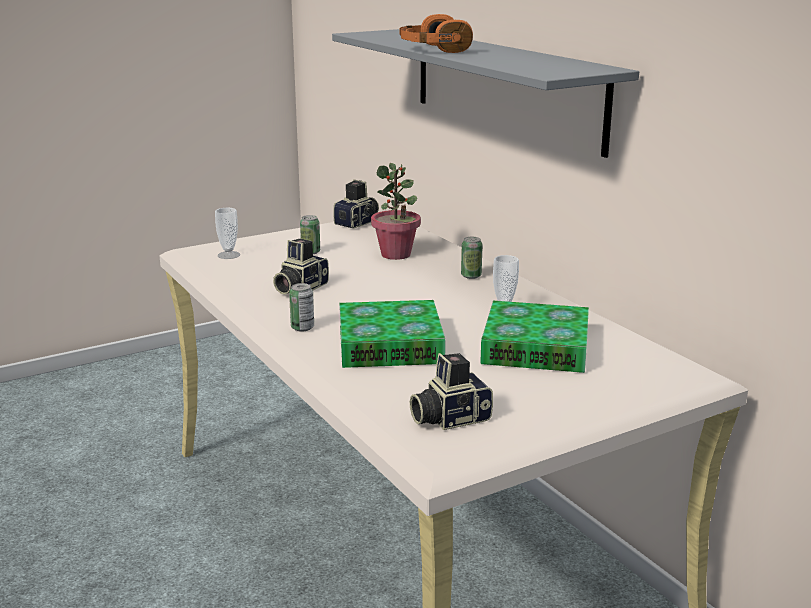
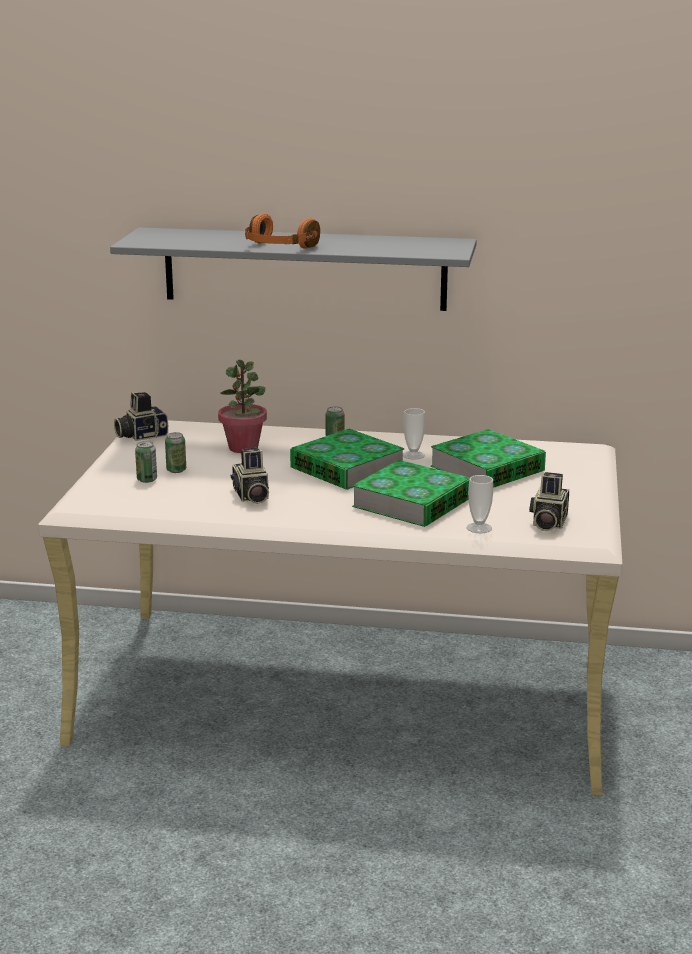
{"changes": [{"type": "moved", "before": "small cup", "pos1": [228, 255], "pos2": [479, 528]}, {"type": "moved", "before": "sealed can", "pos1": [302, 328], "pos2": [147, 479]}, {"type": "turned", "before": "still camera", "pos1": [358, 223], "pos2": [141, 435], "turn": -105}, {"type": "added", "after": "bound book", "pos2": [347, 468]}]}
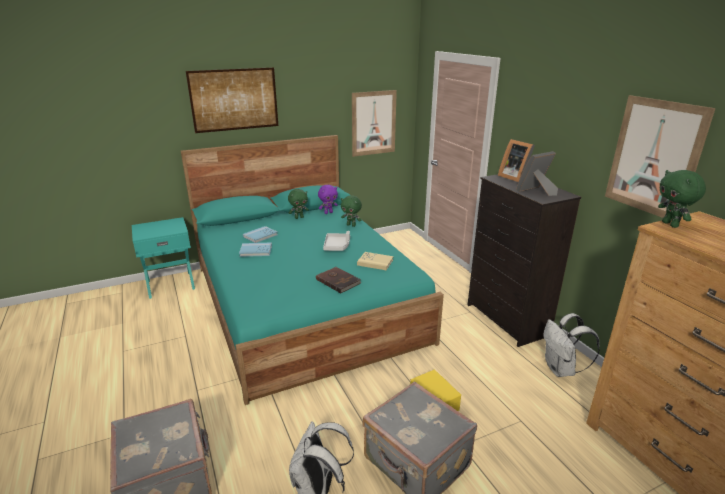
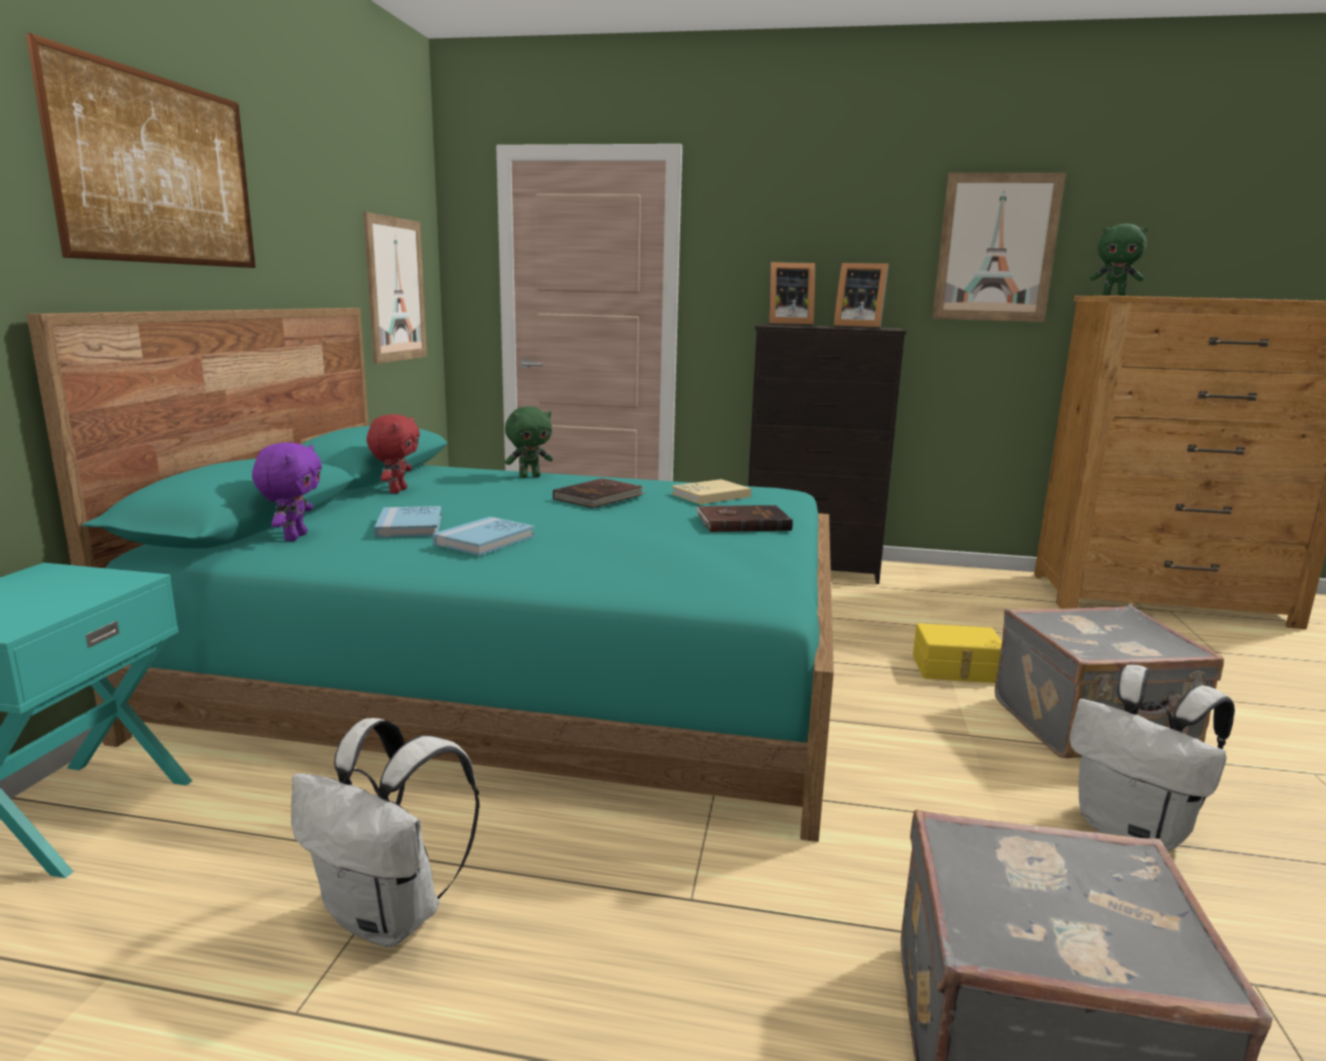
{"changes": [{"type": "recoloured", "before": "green-coloured cuddly toy", "after": "red cuddly toy", "pos1": [299, 217], "pos2": [397, 491]}, {"type": "moved", "before": "purple cuddly toy", "pos1": [328, 212], "pos2": [294, 537]}, {"type": "replaced", "before": "greyish tray", "after": "brown-coloured bound book", "pos1": [337, 246], "pos2": [600, 497]}, {"type": "turned", "before": "photo frame", "pos1": [536, 191], "pos2": [857, 327], "turn": -75}, {"type": "moved", "before": "whitish backpack", "pos1": [561, 369], "pos2": [390, 916]}]}
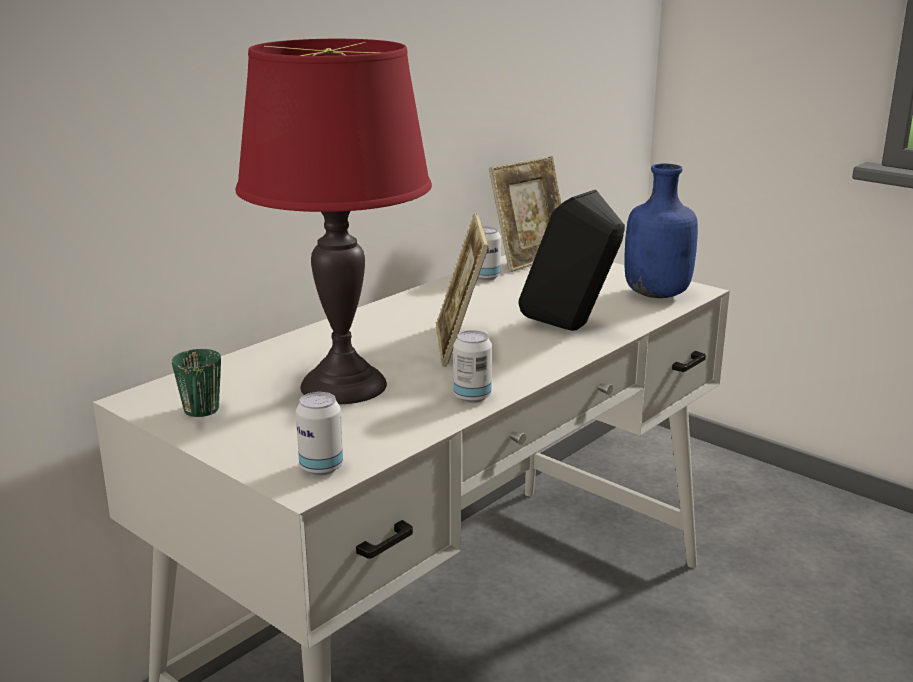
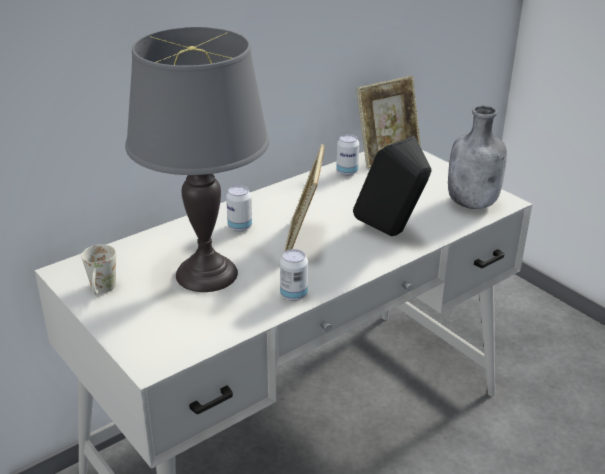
{"changes": [{"type": "recoloured", "before": "green-coloured coffee mug", "after": "whitish coffee mug", "pos1": [201, 415], "pos2": [102, 291]}, {"type": "recoloured", "before": "red lamp for a table", "after": "greyish lamp for a table", "pos1": [344, 386], "pos2": [207, 274]}, {"type": "moved", "before": "sealed can", "pos1": [321, 467], "pos2": [240, 227]}, {"type": "recoloured", "before": "blue drink bottle", "after": "greyish drink bottle", "pos1": [658, 294], "pos2": [473, 203]}]}
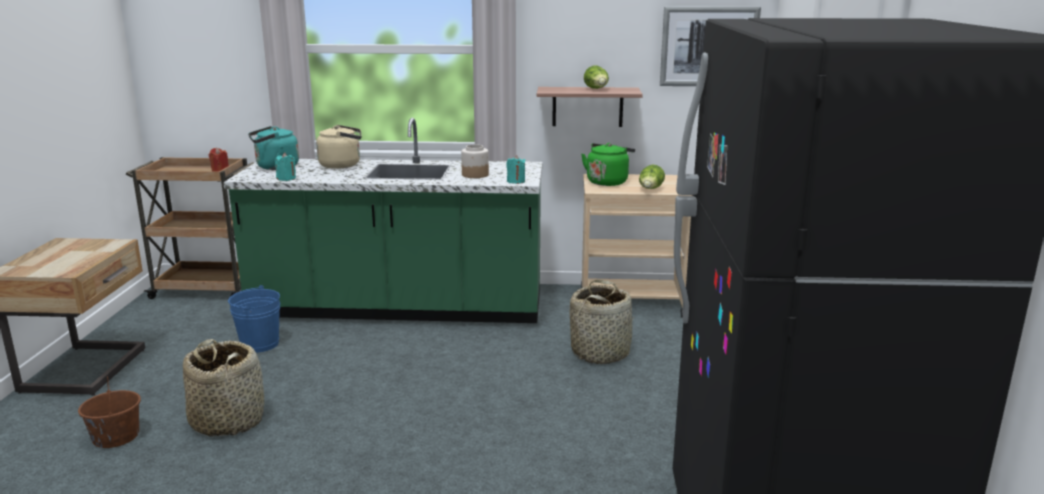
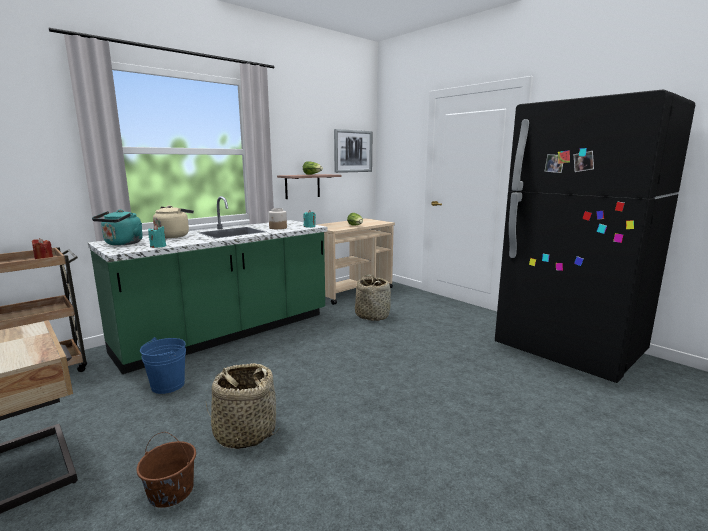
{"changes": [{"type": "removed", "before": "green-coloured water kettle", "pos1": [608, 182]}]}
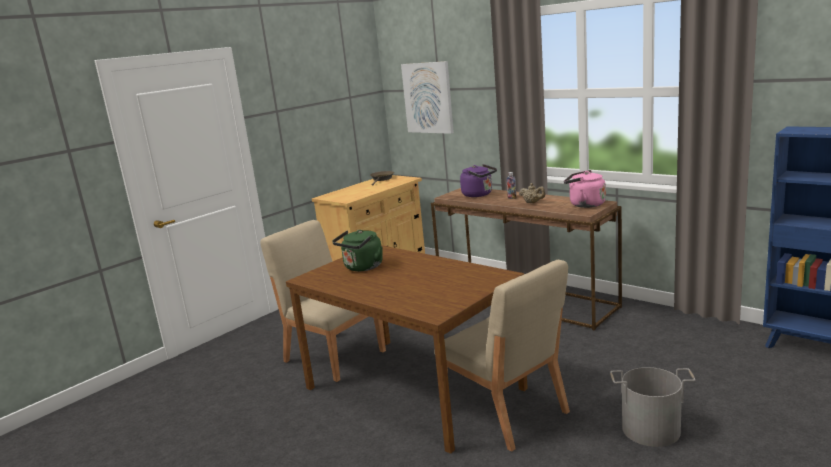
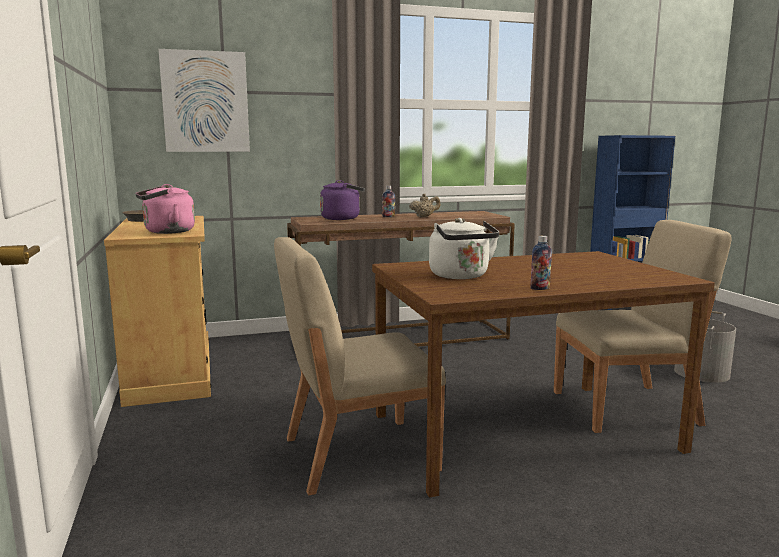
{"changes": [{"type": "recoloured", "before": "green-coloured water kettle", "after": "whitish water kettle", "pos1": [362, 268], "pos2": [461, 276]}, {"type": "moved", "before": "pink water kettle", "pos1": [584, 204], "pos2": [166, 232]}, {"type": "added", "after": "drink bottle", "pos2": [540, 288]}]}
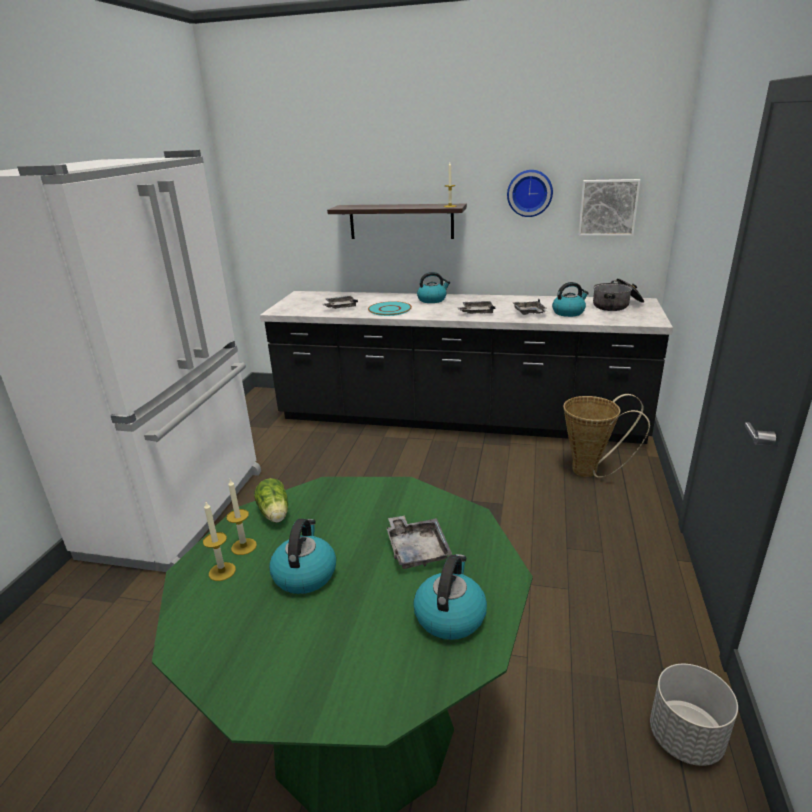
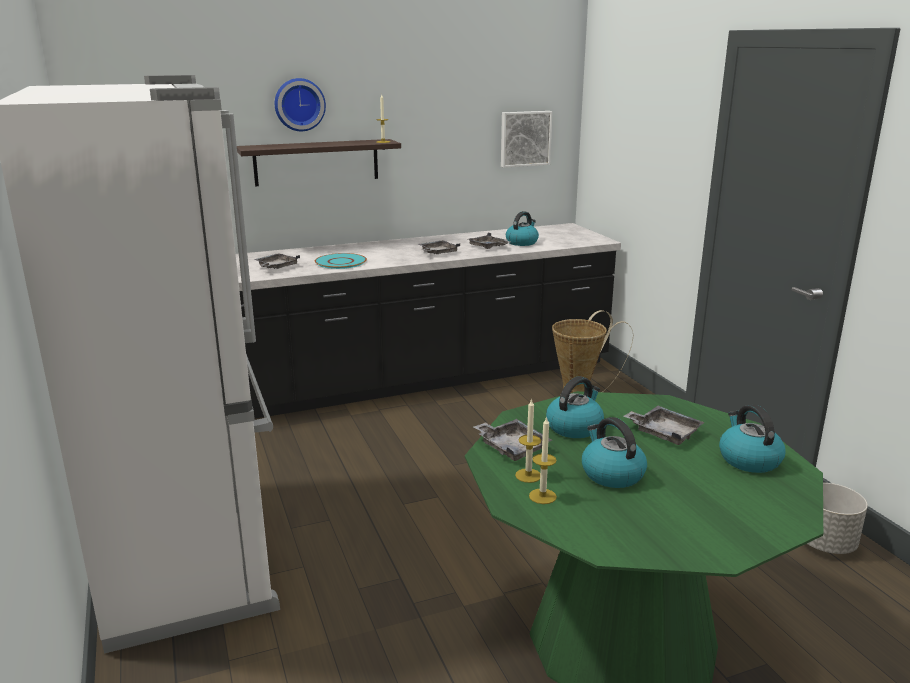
{"changes": [{"type": "replaced", "before": "head of lettuce", "after": "greyish tray", "pos1": [275, 514], "pos2": [511, 447]}, {"type": "moved", "before": "water kettle", "pos1": [432, 300], "pos2": [574, 427]}, {"type": "moved", "before": "clock on the wall", "pos1": [529, 193], "pos2": [299, 104]}, {"type": "removed", "before": "saucepot", "pos1": [617, 305]}]}
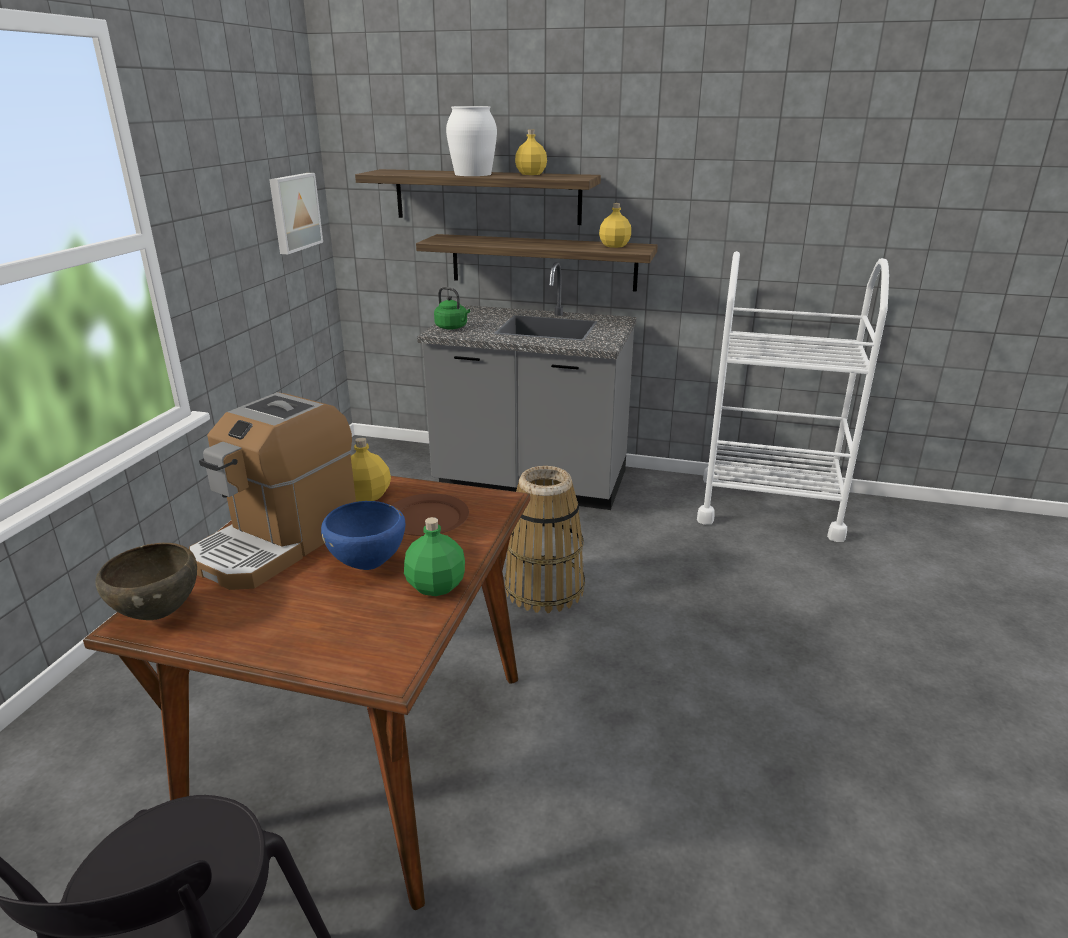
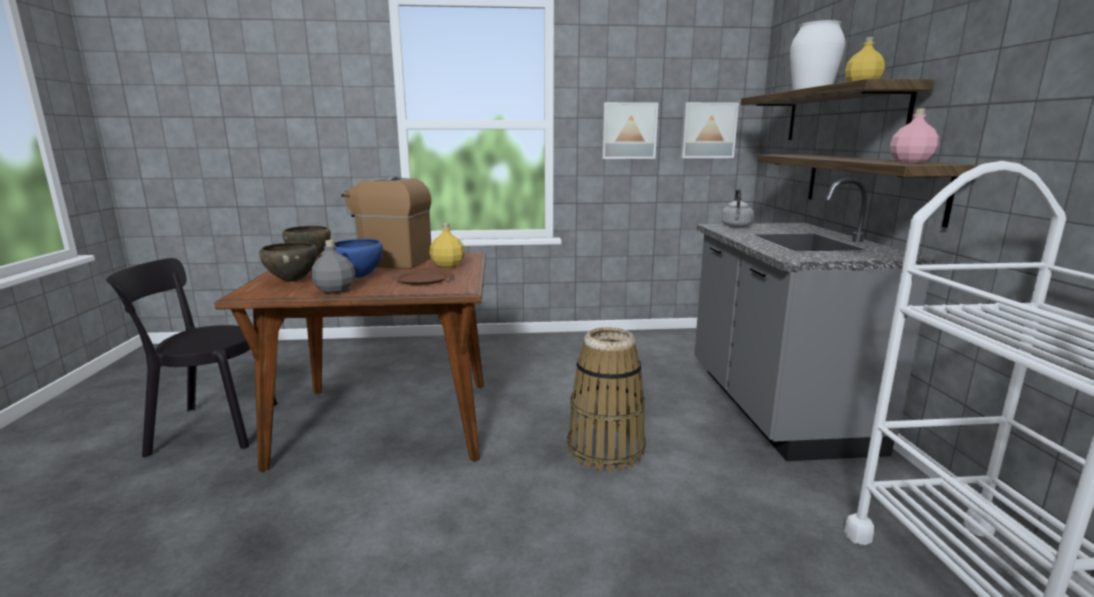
{"changes": [{"type": "recoloured", "before": "green-coloured drink bottle", "after": "greyish drink bottle", "pos1": [435, 586], "pos2": [335, 290]}, {"type": "recoloured", "before": "green-coloured water kettle", "after": "greyish water kettle", "pos1": [452, 327], "pos2": [736, 226]}, {"type": "recoloured", "before": "yellowish drink bottle", "after": "pink drink bottle", "pos1": [614, 246], "pos2": [911, 162]}, {"type": "added", "after": "brown-coloured serving bowl", "pos2": [293, 281]}, {"type": "added", "after": "picture", "pos2": [628, 131]}]}
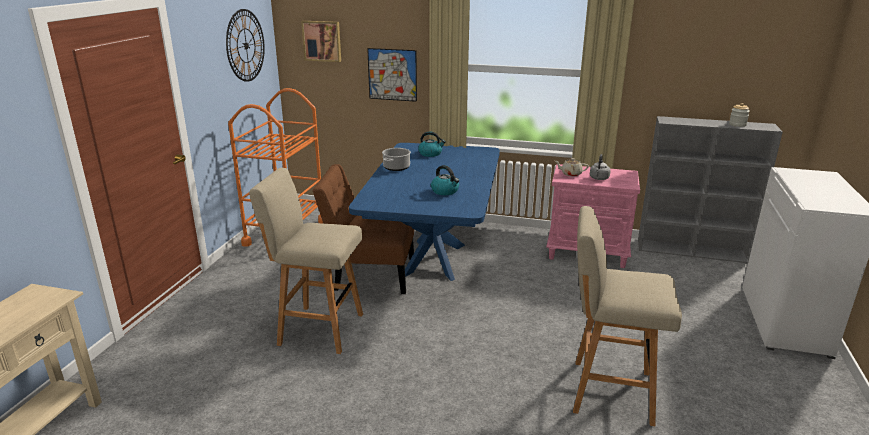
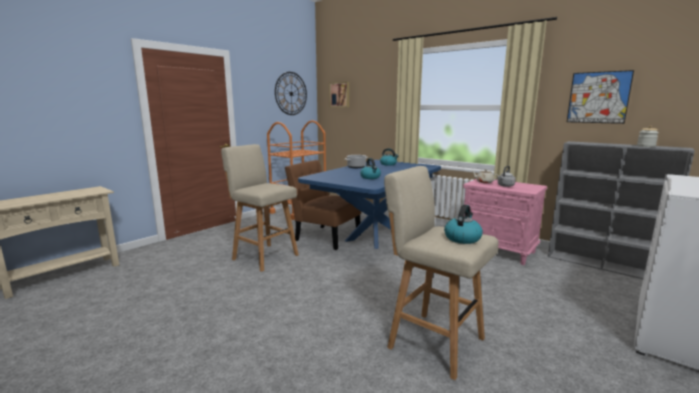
{"changes": [{"type": "moved", "before": "picture", "pos1": [392, 74], "pos2": [598, 97]}, {"type": "added", "after": "water kettle", "pos2": [462, 238]}]}
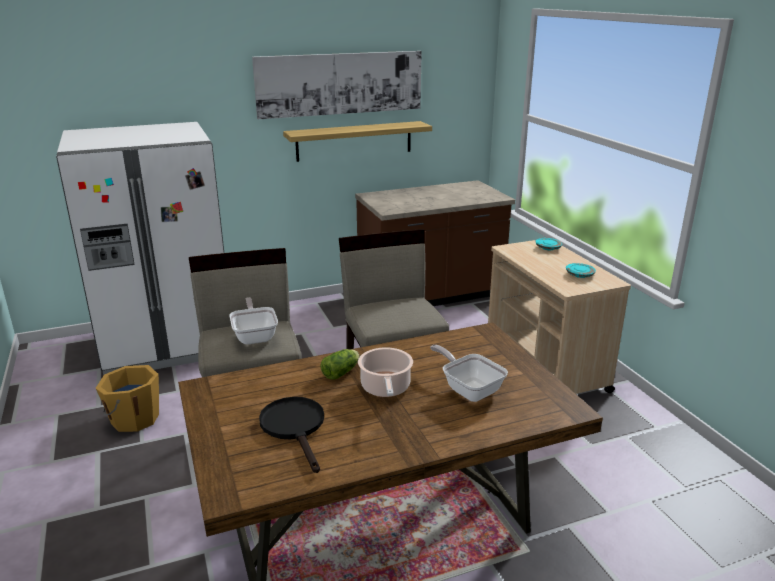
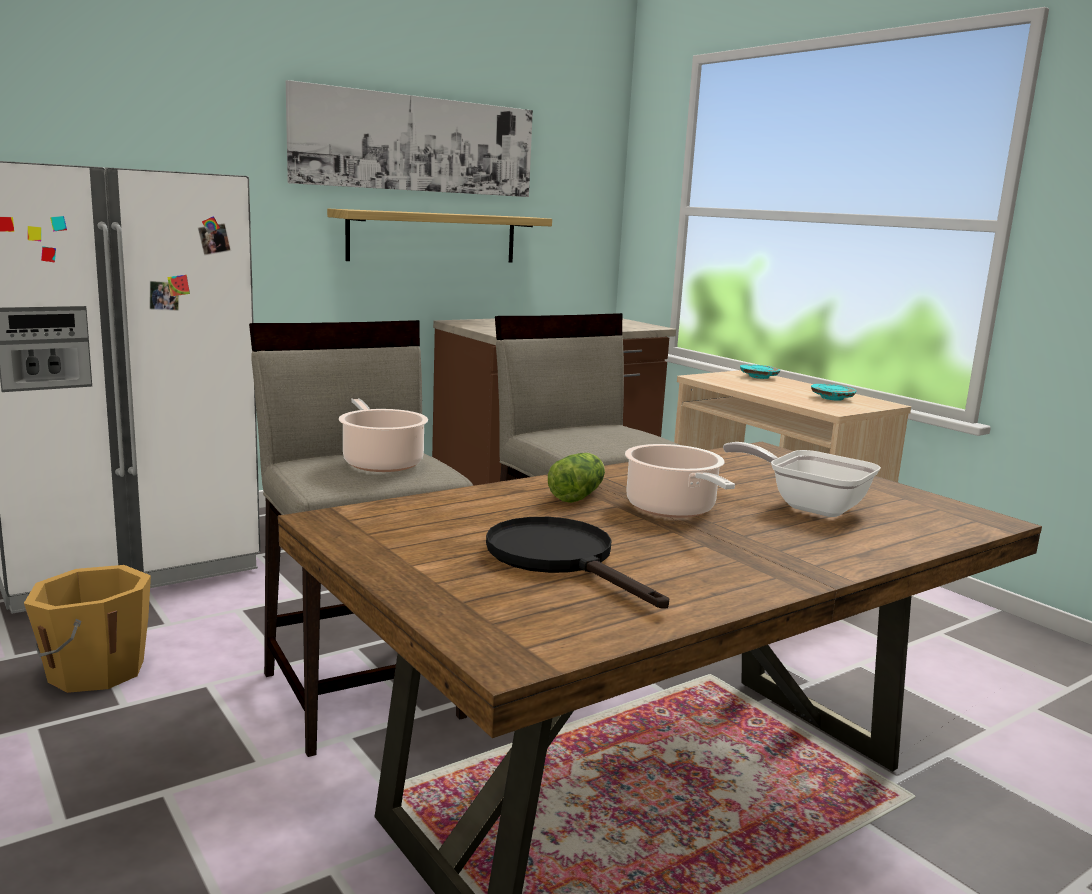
{"changes": [{"type": "replaced", "before": "frying pan", "after": "saucepot", "pos1": [255, 335], "pos2": [381, 462]}]}
